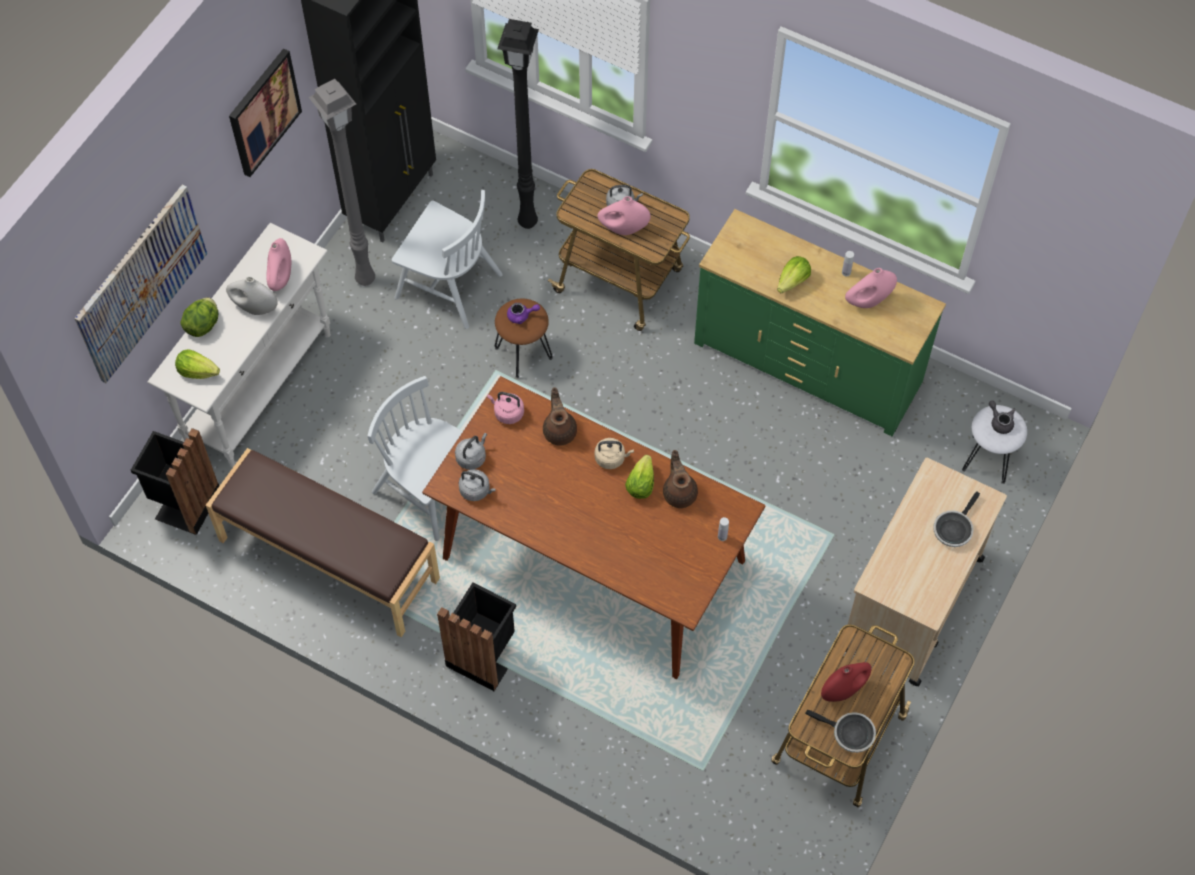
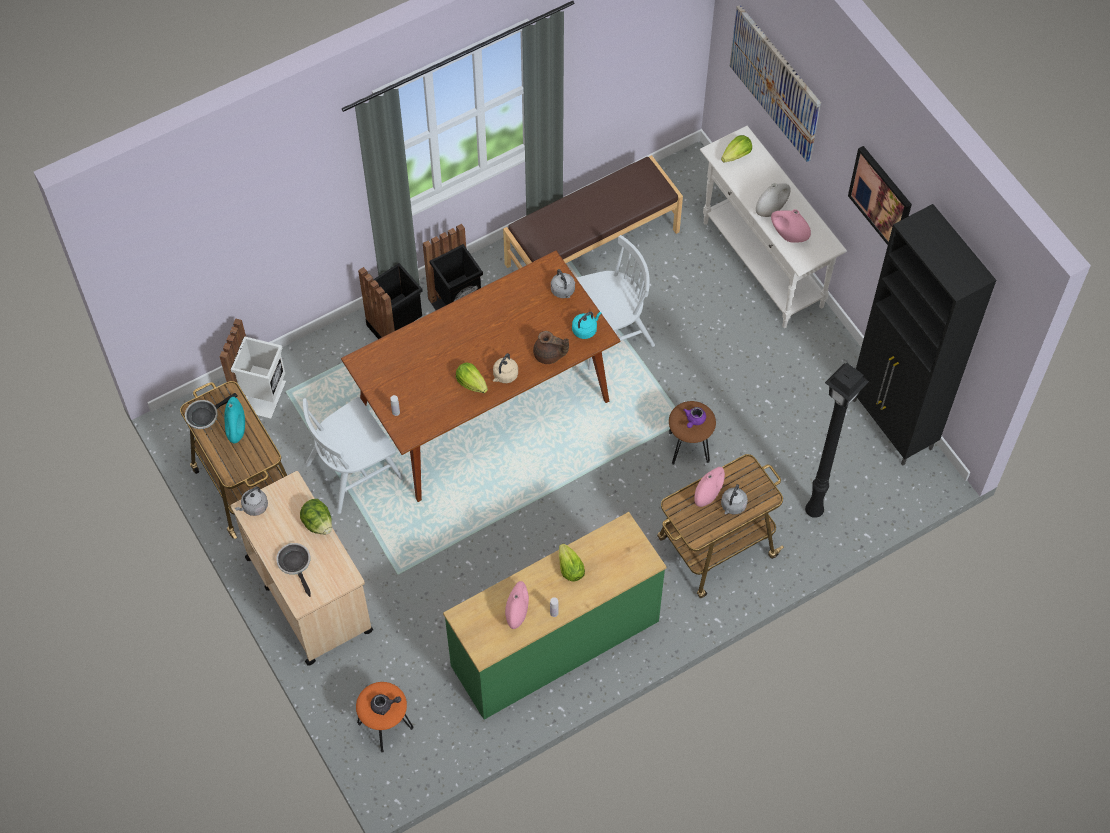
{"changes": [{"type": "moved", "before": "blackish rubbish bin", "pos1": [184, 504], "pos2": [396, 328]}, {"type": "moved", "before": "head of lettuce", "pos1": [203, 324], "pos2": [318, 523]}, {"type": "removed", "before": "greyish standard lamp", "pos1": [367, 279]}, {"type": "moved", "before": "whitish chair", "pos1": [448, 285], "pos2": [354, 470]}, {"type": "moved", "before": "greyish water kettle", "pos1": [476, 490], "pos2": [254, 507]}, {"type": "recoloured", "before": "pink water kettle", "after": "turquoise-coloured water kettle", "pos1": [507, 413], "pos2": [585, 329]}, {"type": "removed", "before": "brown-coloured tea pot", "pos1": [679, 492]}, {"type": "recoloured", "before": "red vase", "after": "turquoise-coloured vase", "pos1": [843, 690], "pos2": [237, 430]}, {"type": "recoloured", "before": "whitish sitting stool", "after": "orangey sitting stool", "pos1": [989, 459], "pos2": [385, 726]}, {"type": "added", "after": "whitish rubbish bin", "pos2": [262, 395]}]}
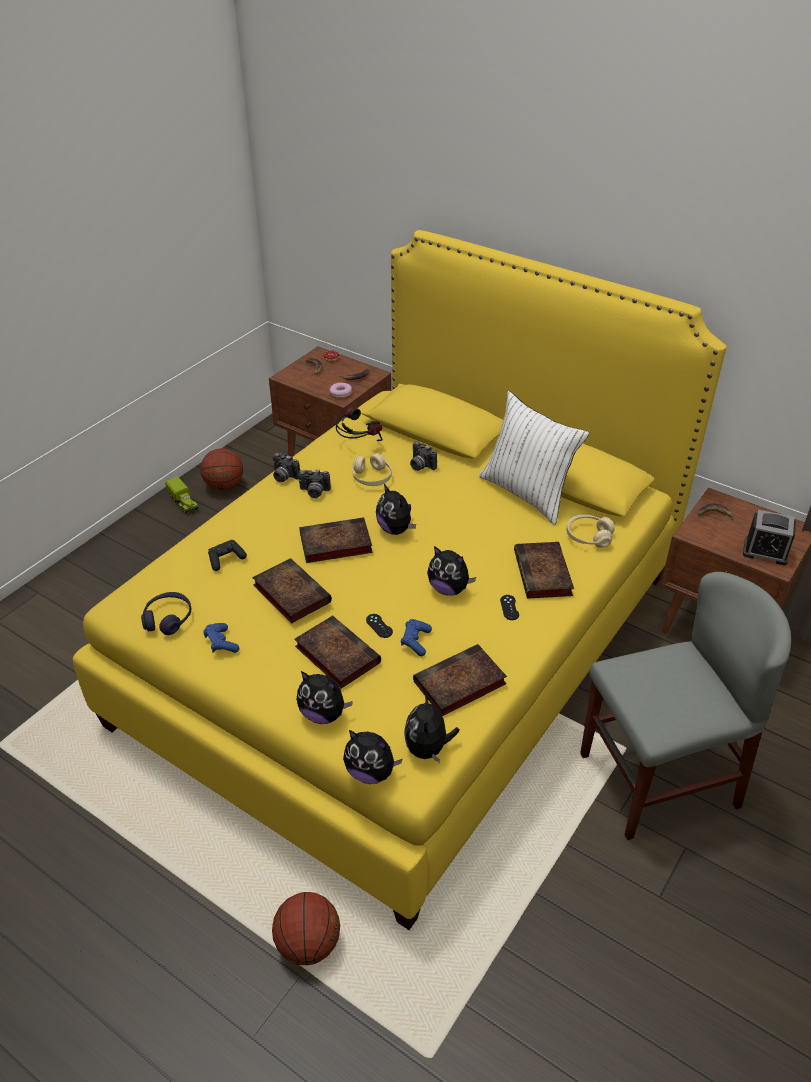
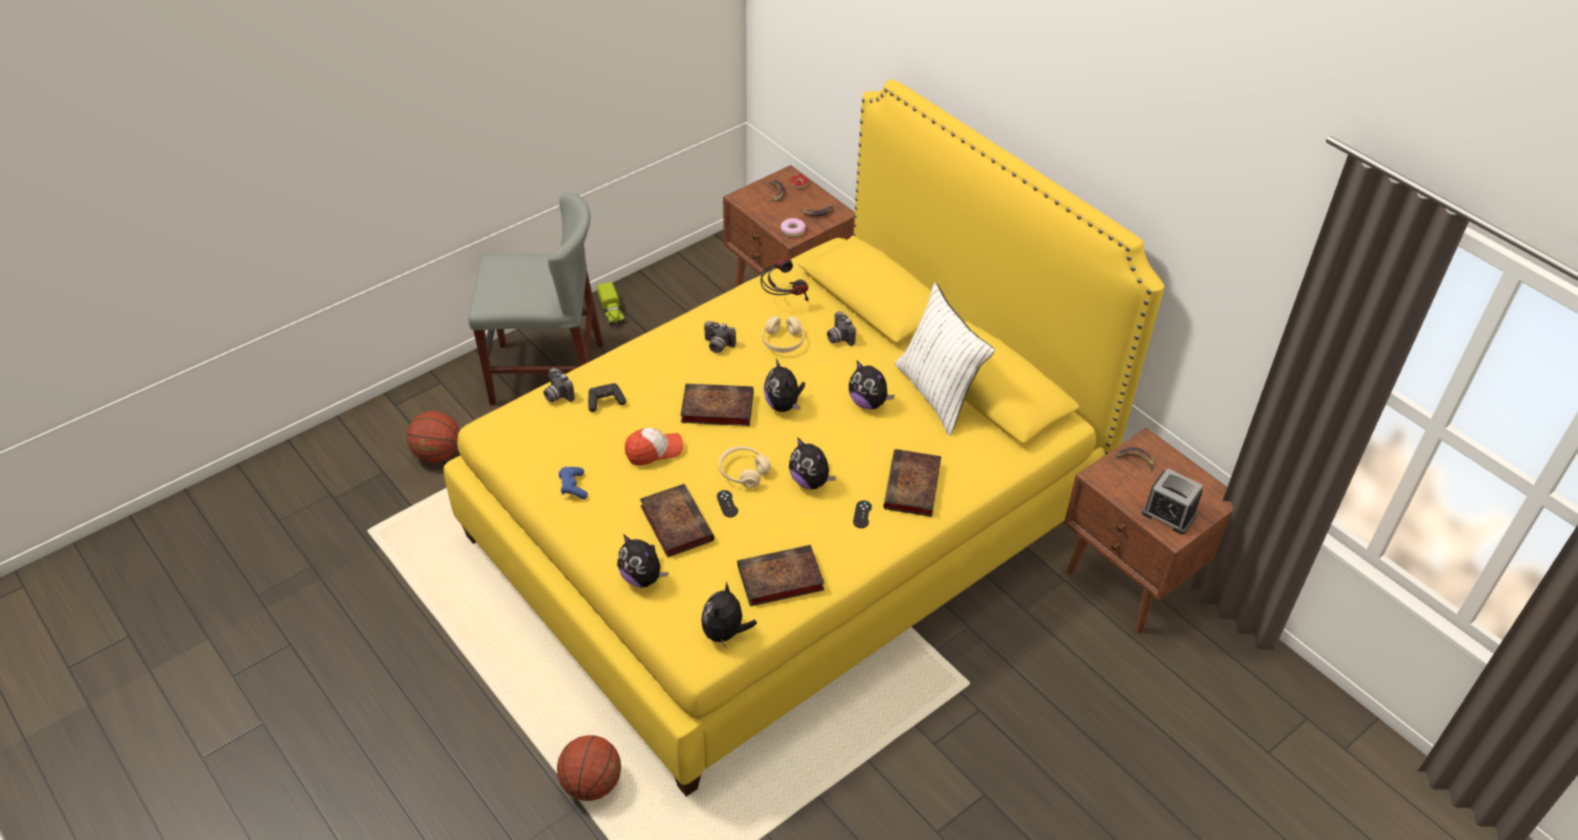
{"changes": [{"type": "removed", "before": "purple headphones", "pos1": [168, 619]}, {"type": "moved", "before": "basketball", "pos1": [224, 486], "pos2": [437, 454]}, {"type": "replaced", "before": "bound book", "after": "cap", "pos1": [290, 593], "pos2": [654, 451]}, {"type": "moved", "before": "still camera", "pos1": [283, 477], "pos2": [557, 395]}, {"type": "moved", "before": "cuddly toy", "pos1": [370, 772], "pos2": [868, 402]}, {"type": "removed", "before": "blue joypad", "pos1": [415, 641]}, {"type": "moved", "before": "sand-coloured headphones", "pos1": [588, 537], "pos2": [743, 472]}, {"type": "moved", "before": "greyish chair", "pos1": [658, 780], "pos2": [547, 374]}]}
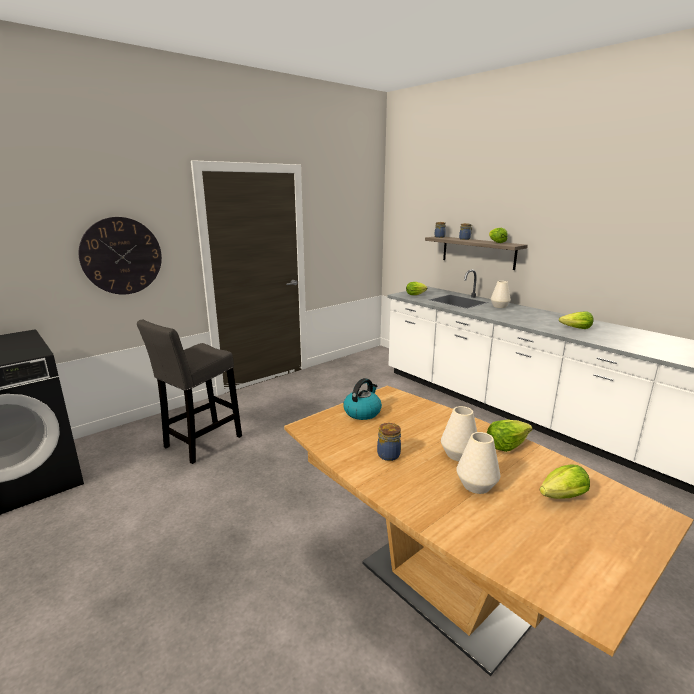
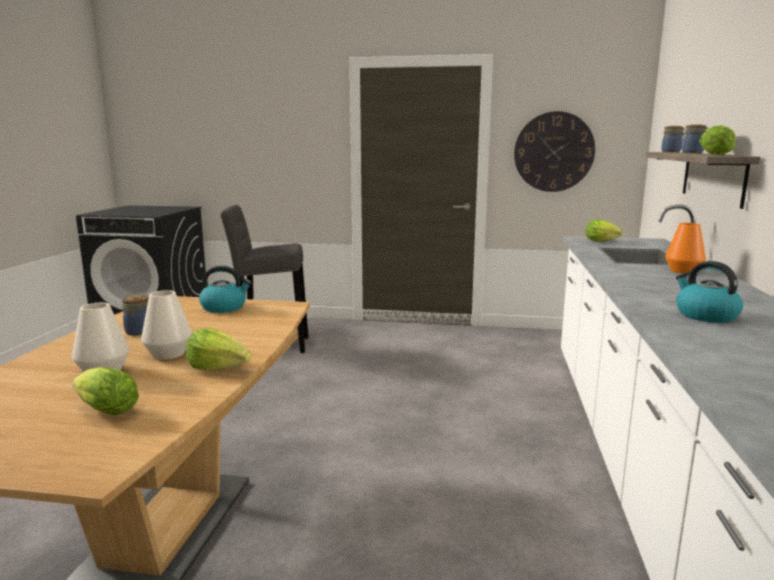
{"changes": [{"type": "moved", "before": "clock on the wall", "pos1": [121, 256], "pos2": [554, 152]}, {"type": "recoloured", "before": "whitish vase", "after": "orangey vase", "pos1": [499, 306], "pos2": [683, 271]}, {"type": "replaced", "before": "head of lettuce", "after": "water kettle", "pos1": [576, 328], "pos2": [705, 315]}]}
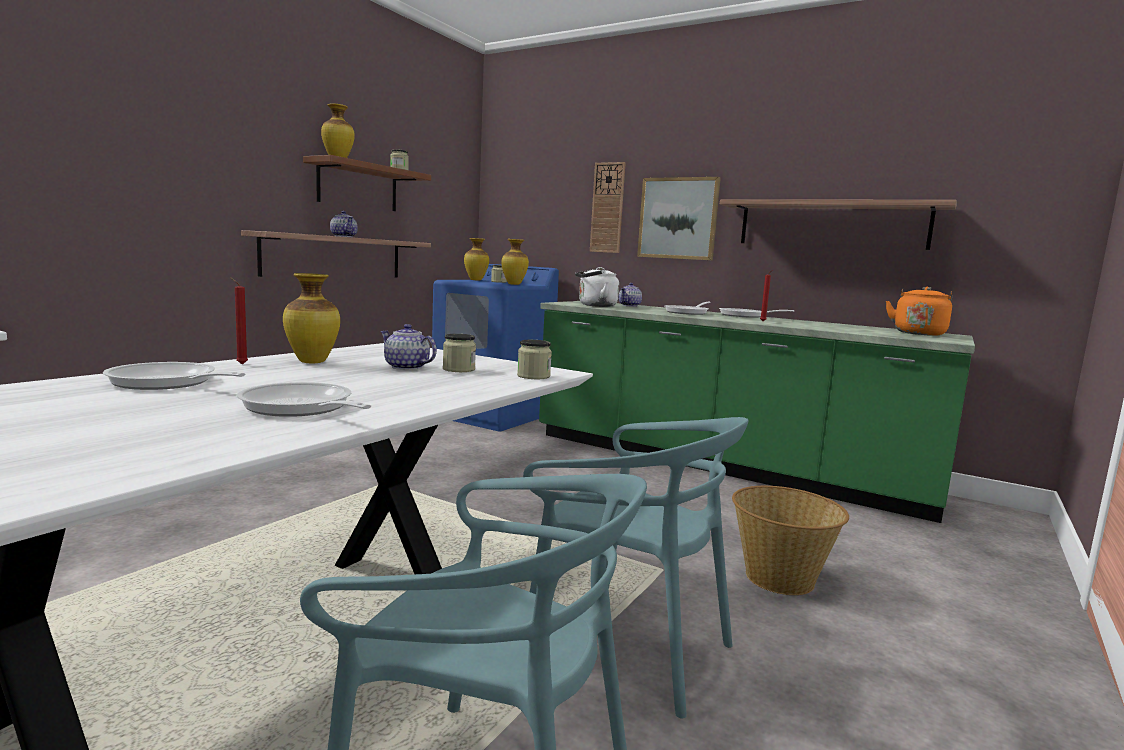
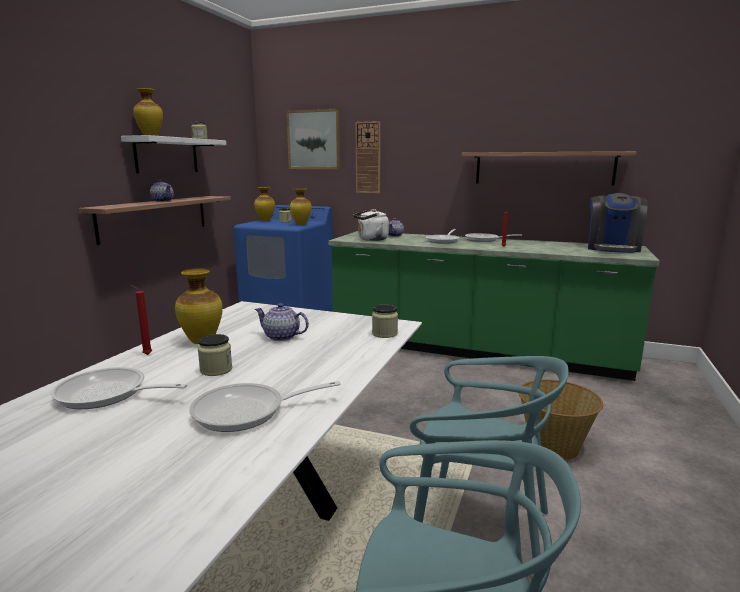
{"changes": [{"type": "turned", "before": "frying pan", "pos1": [301, 408], "pos2": [247, 412], "turn": -45}, {"type": "recoloured", "before": "brown-coloured shelf", "after": "whitish shelf", "pos1": [358, 186], "pos2": [167, 155]}, {"type": "moved", "before": "storage jar", "pos1": [459, 369], "pos2": [216, 370]}, {"type": "moved", "before": "picture", "pos1": [678, 218], "pos2": [314, 140]}, {"type": "replaced", "before": "orangey water kettle", "after": "coffee brewer", "pos1": [918, 333], "pos2": [612, 248]}]}
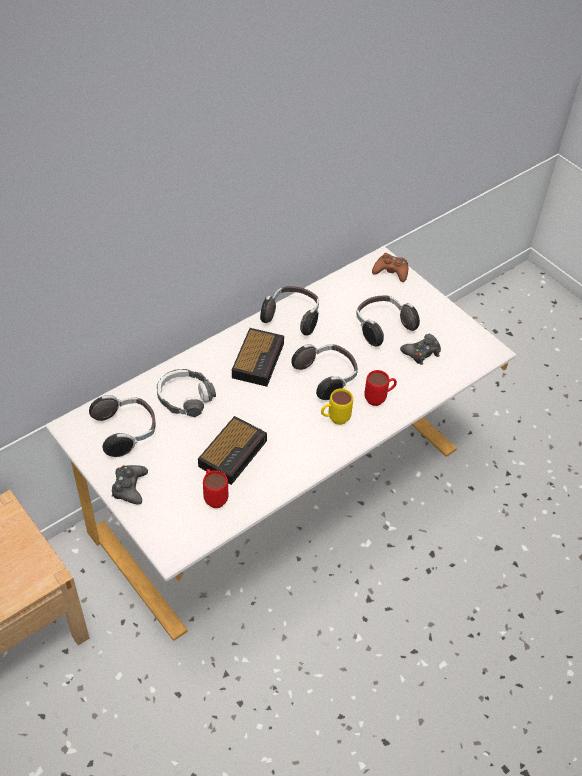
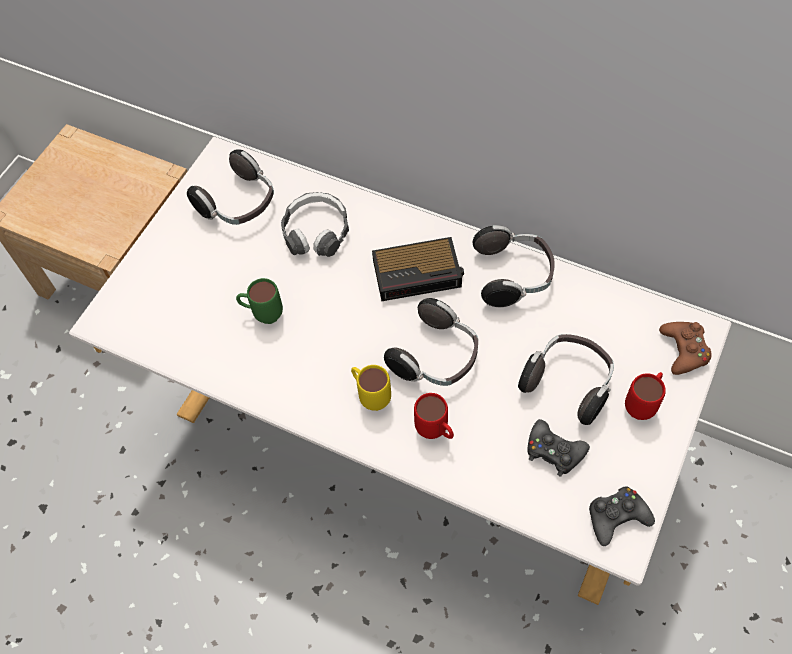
{"changes": [{"type": "moved", "before": "blackish joypad", "pos1": [129, 487], "pos2": [616, 517]}, {"type": "replaced", "before": "bedside clock", "after": "green-coloured coffee mug", "pos1": [233, 452], "pos2": [263, 314]}, {"type": "moved", "before": "red coffee mug", "pos1": [214, 497], "pos2": [643, 404]}]}
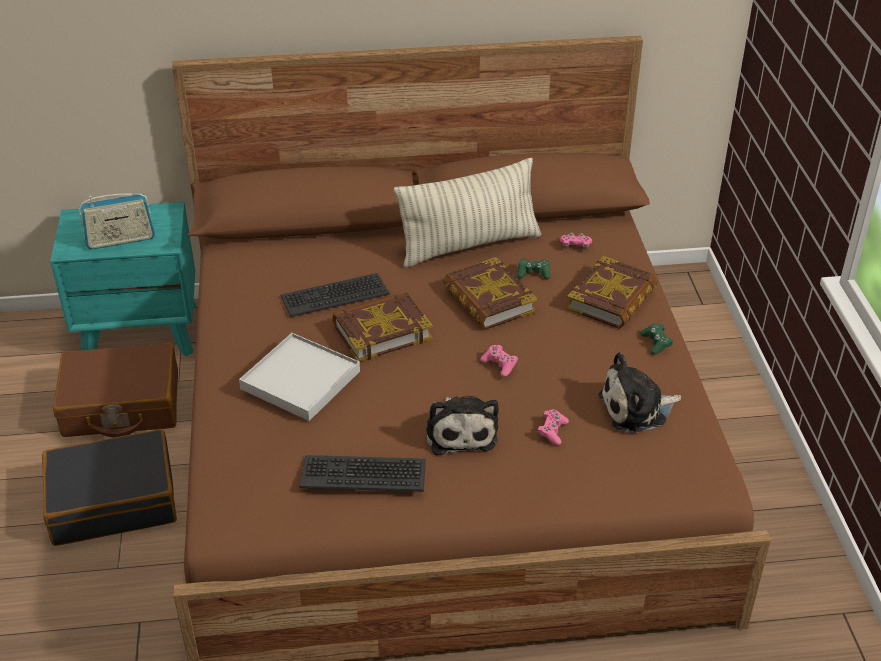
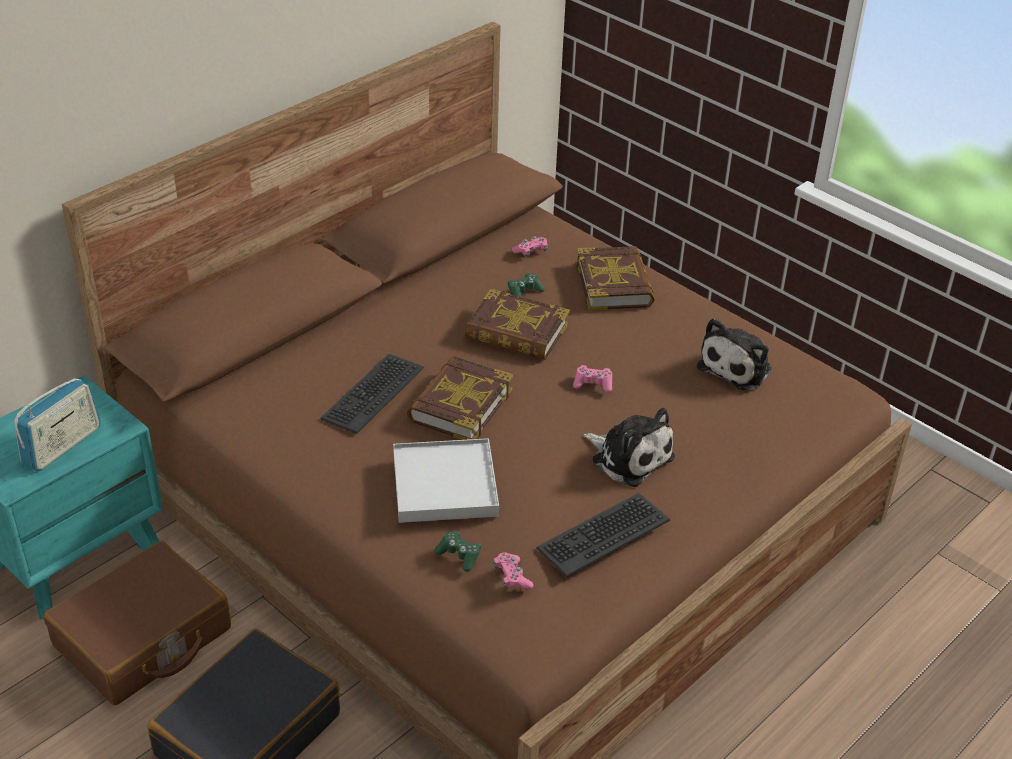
{"changes": [{"type": "removed", "before": "throw pillow", "pos1": [469, 245]}, {"type": "moved", "before": "pink joypad", "pos1": [552, 431], "pos2": [512, 577]}, {"type": "moved", "before": "green-coloured joypad", "pos1": [656, 343], "pos2": [459, 555]}]}
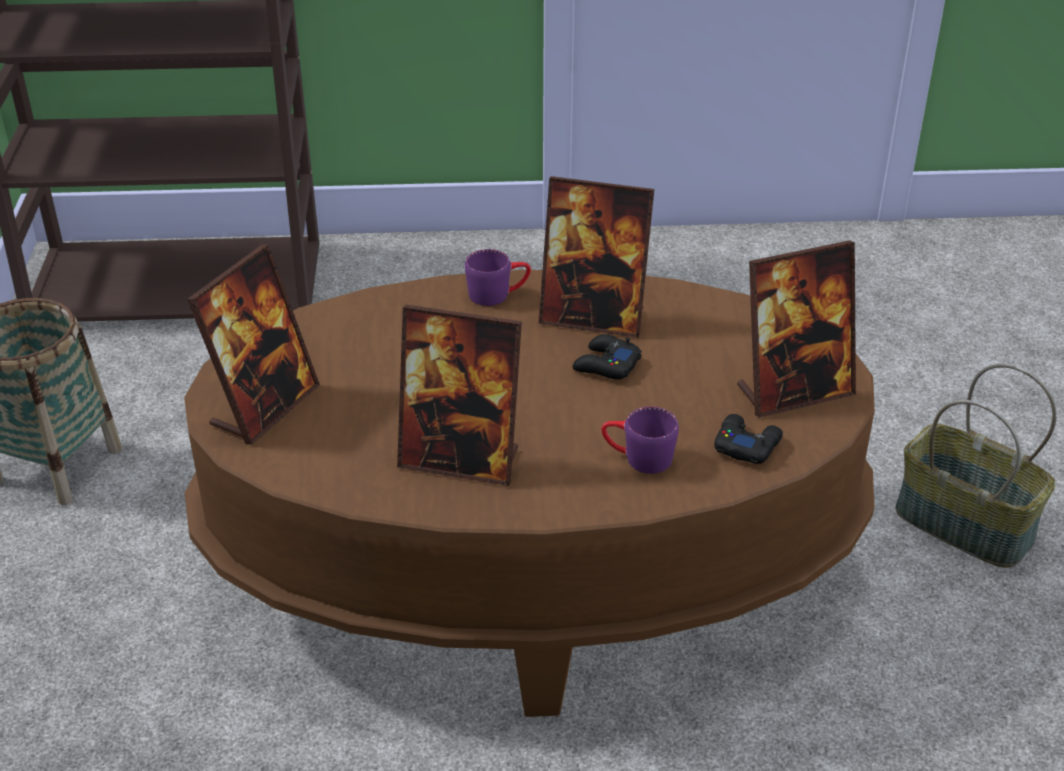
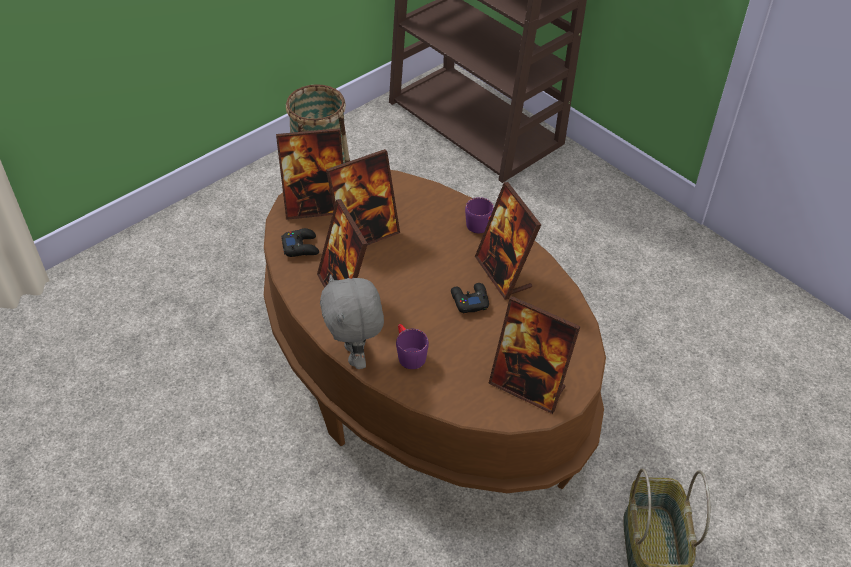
{"changes": [{"type": "moved", "before": "blackish joypad", "pos1": [746, 445], "pos2": [301, 247]}, {"type": "added", "after": "greyish cuddly toy", "pos2": [356, 355]}, {"type": "added", "after": "photo frame", "pos2": [365, 234]}]}
